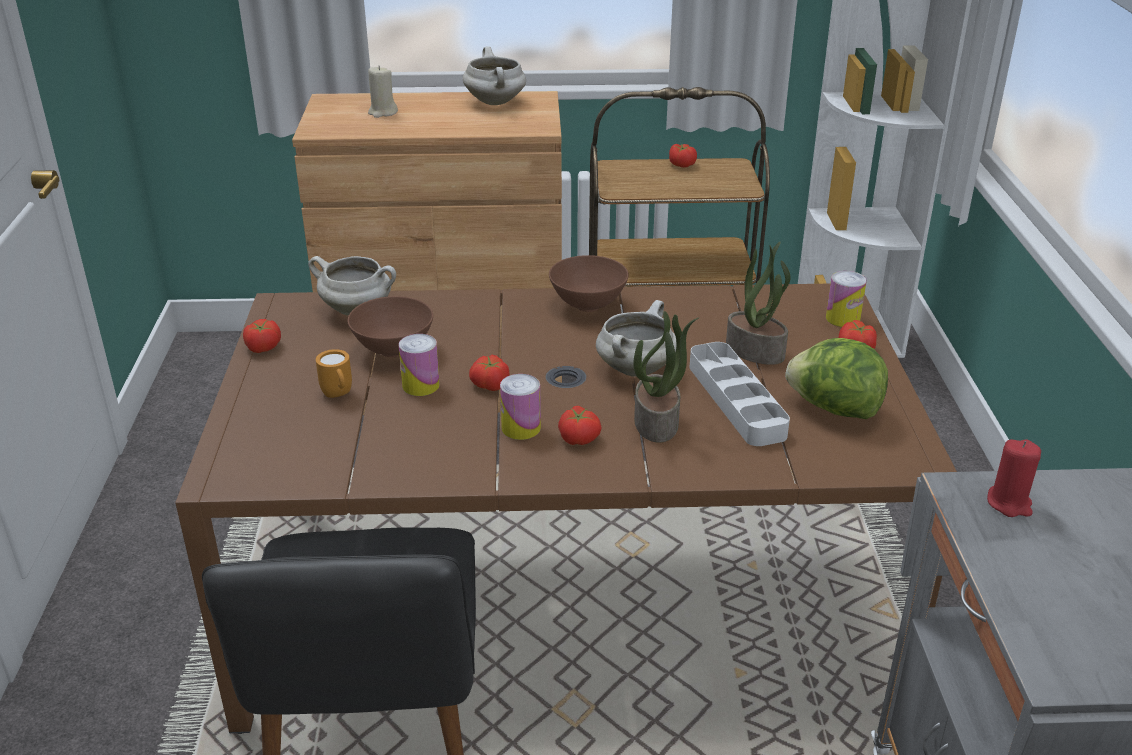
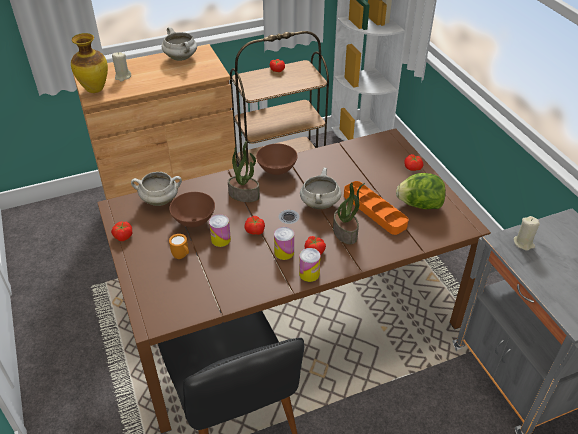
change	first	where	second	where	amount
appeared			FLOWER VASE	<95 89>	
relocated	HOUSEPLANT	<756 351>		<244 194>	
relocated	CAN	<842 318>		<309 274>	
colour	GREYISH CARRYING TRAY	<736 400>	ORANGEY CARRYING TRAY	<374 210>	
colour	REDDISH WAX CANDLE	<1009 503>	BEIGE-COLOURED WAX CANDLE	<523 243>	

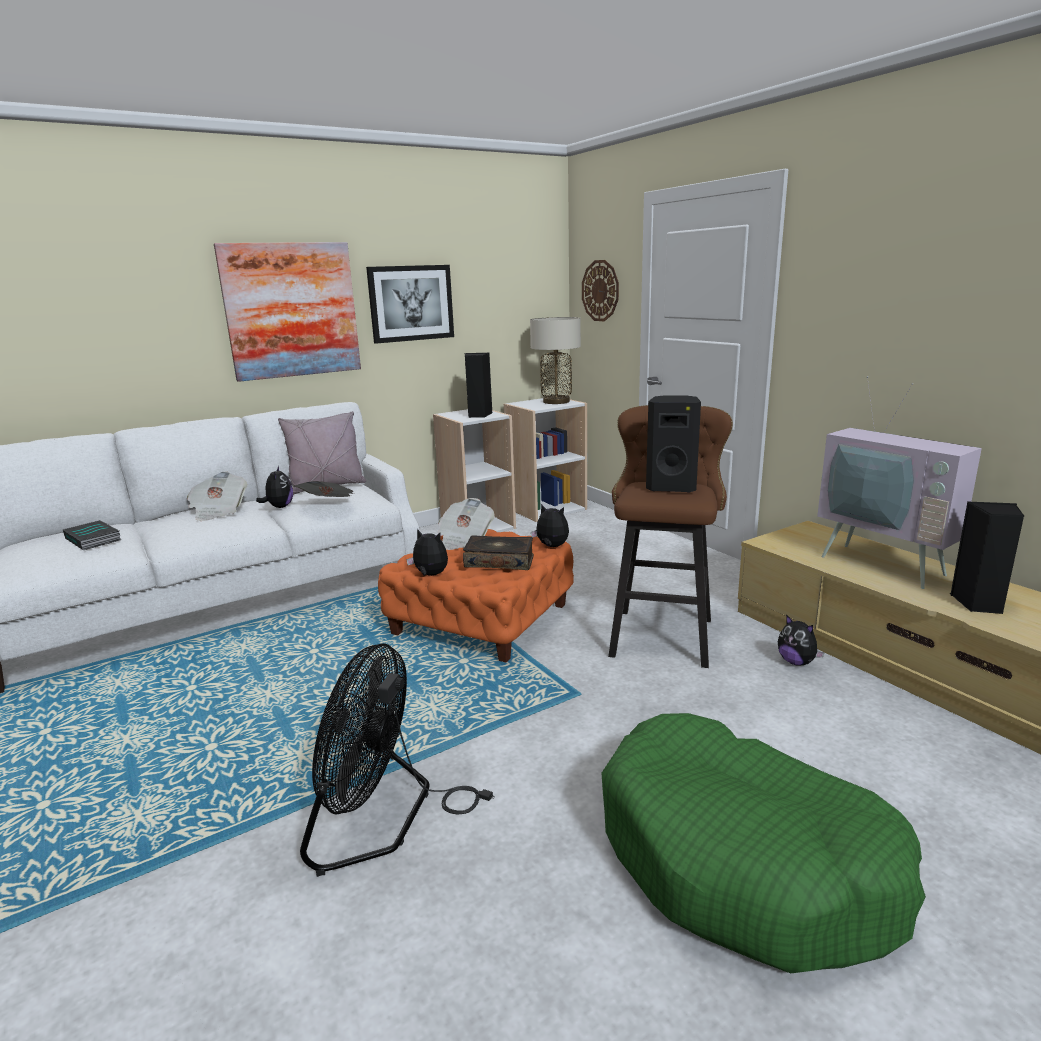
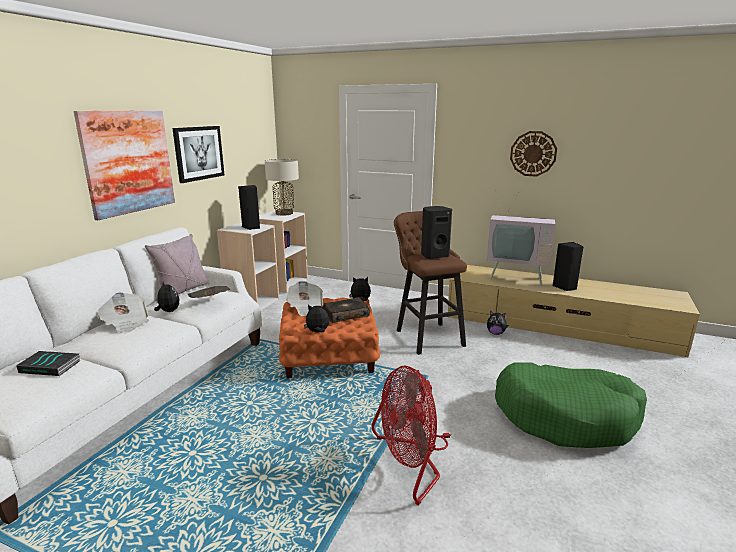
change	first	where	second	where	amount
relocated	HANGING CLOCK	<600 290>		<533 153>	
colour	BLACK COOLING FAN	<393 810>	REDDISH COOLING FAN	<412 461>	

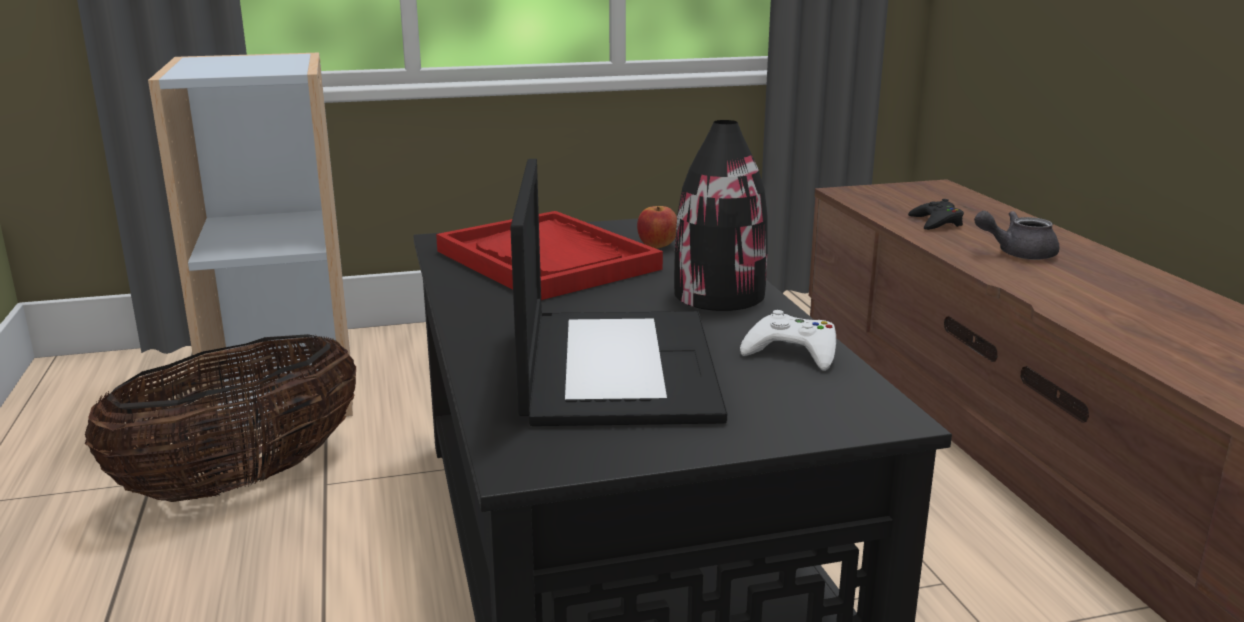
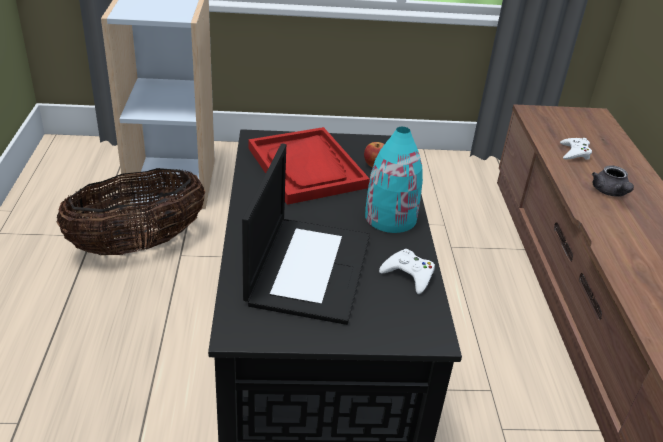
change	first	where	second	where	amount
colour	BLACK FLOWER VASE	<719 295>	TURQUOISE FLOWER VASE	<391 217>	
colour	BLACK GAMEPAD	<936 222>	WHITE-COLOURED GAMEPAD	<574 153>	
spun	GREYISH TEAPOT	<1017 253>		<610 192>	105 degrees counterclockwise

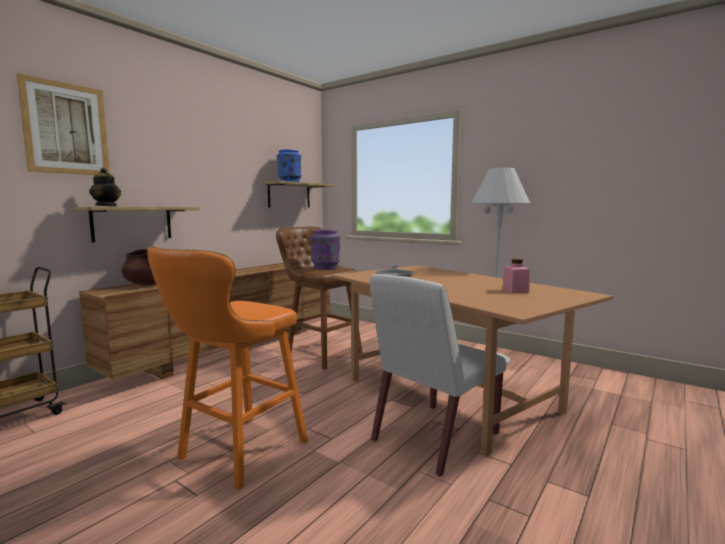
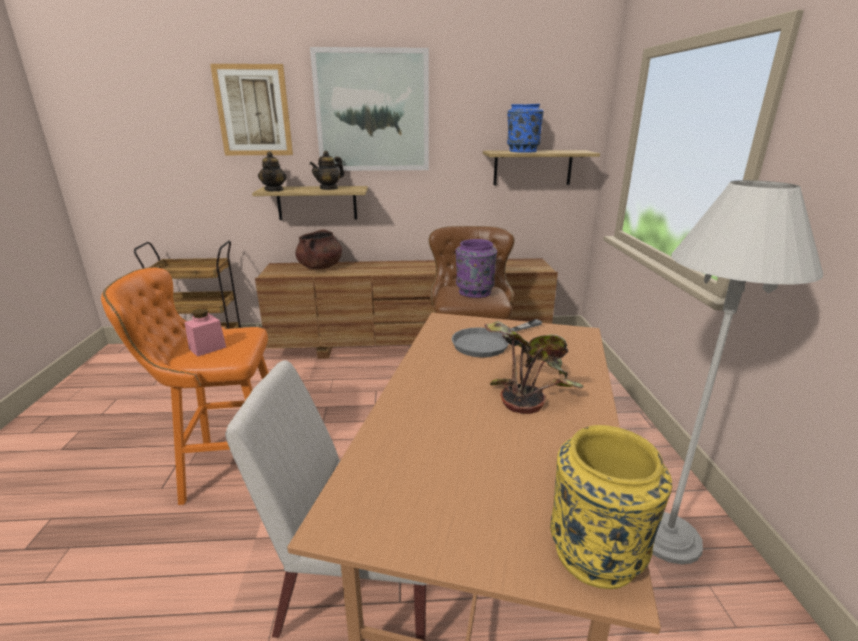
change	first	where	second	where	amount
appeared			WALL ART	<372 111>	
appeared			TEAPOT	<329 188>	
appeared			HOUSEPLANT	<526 387>	
appeared			YELLOWISH FLOWER VASE	<595 551>	
relocated	PINK-COLOURED PRESERVE JAR	<515 290>		<207 348>	

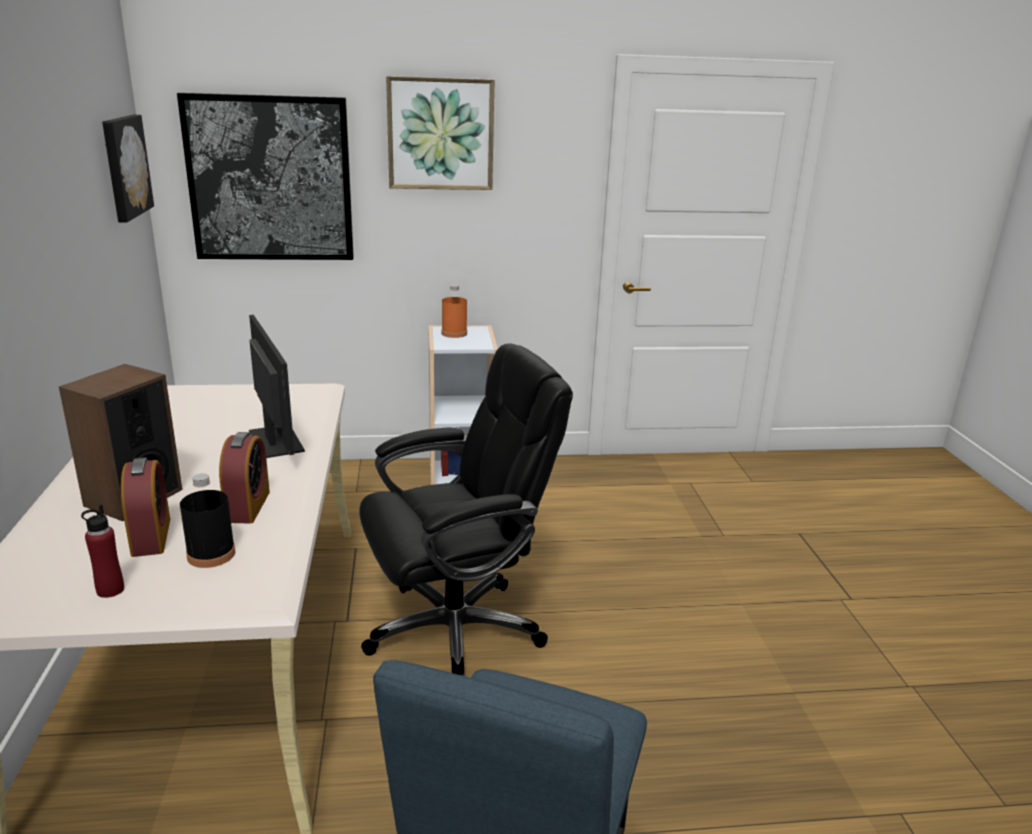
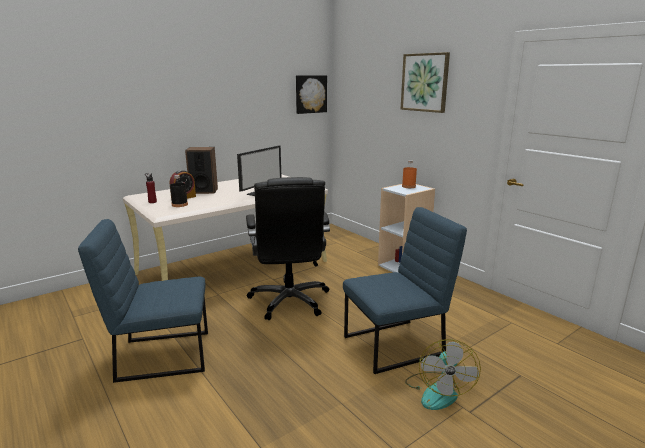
change	first	where	second	where	amount
missing	WALL ART	<270 179>			
missing	ALARM CLOCK	<248 506>			
appeared			BLUE UPRIGHT CHAIR	<396 345>	
appeared			COOLING FAN	<438 391>	
spun	BLACK DESK CHAIR	<455 631>		<289 300>	45 degrees clockwise

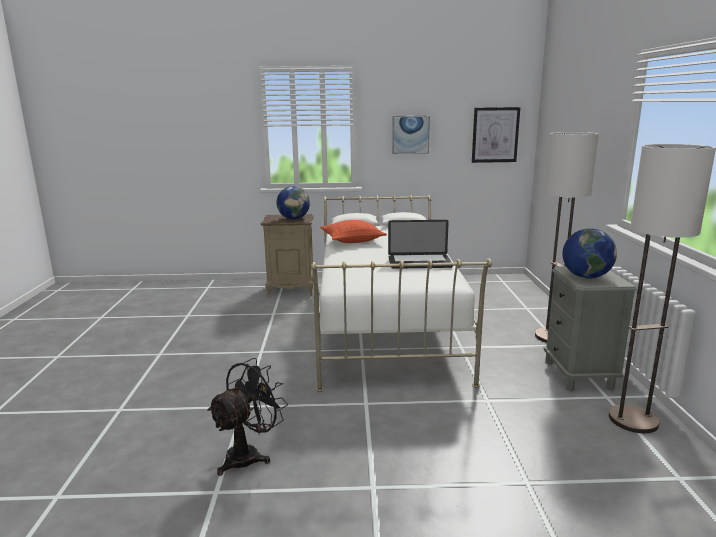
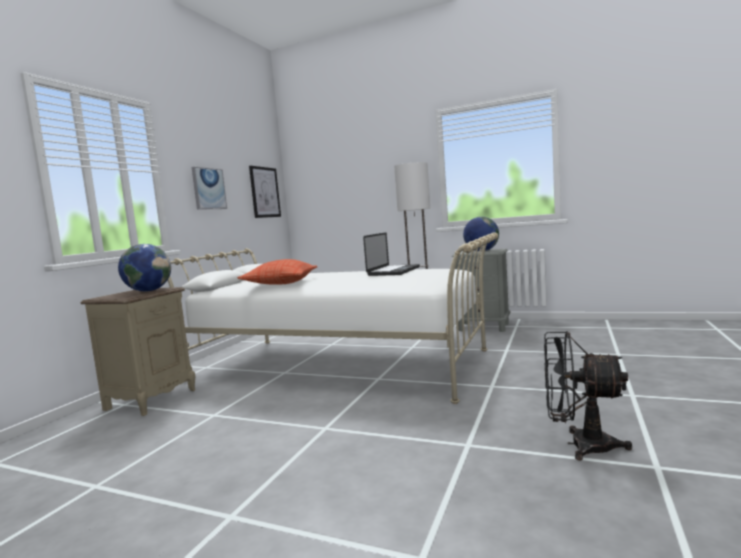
change	first	where	second	where	amount
missing	STANDING LAMP	<633 420>			
spun	BLACK COOLING FAN	<249 455>		<580 445>	45 degrees counterclockwise

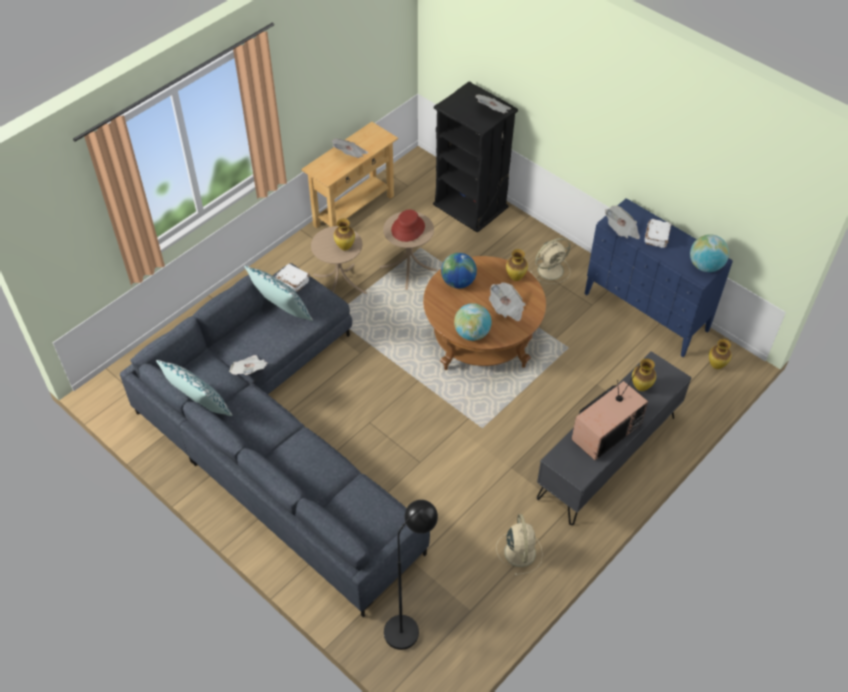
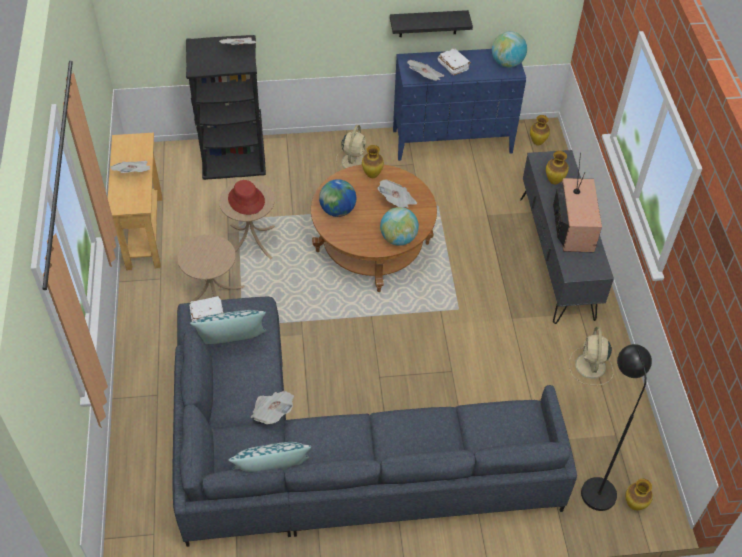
change	first	where	second	where	amount
appeared			BLACK SHELF	<428 23>	
relocated	FLOWER VASE	<345 247>		<634 505>	
spun	BEIGE-COLOURED COOLING FAN	<519 551>		<590 367>	120 degrees counterclockwise

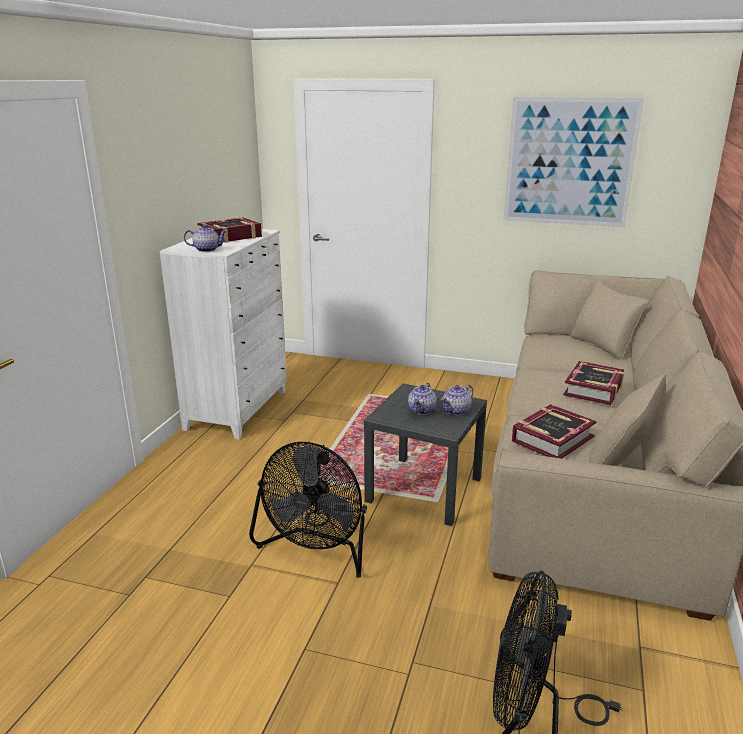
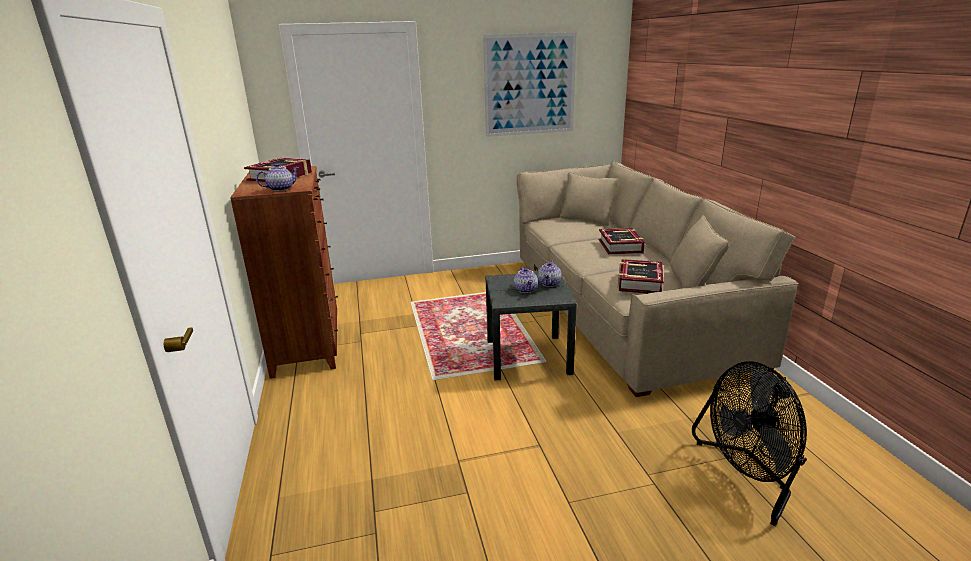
change	first	where	second	where	amount
missing	BLACK COOLING FAN	<314 546>			
colour	WHITE-COLOURED CHEST OF DRAWERS	<240 409>	BROWN CHEST OF DRAWERS	<309 345>	

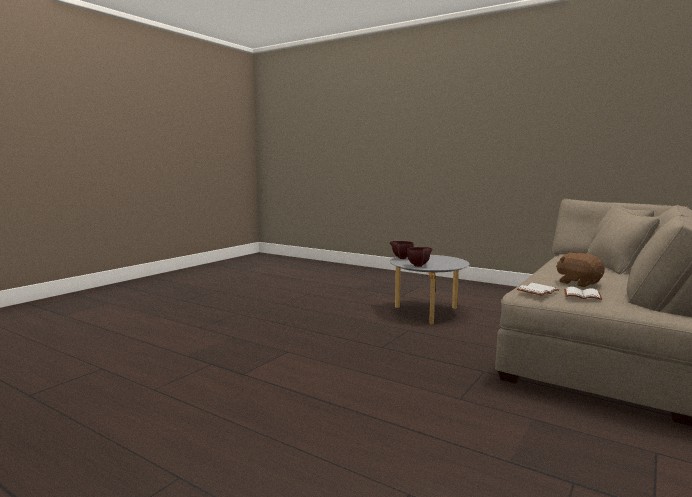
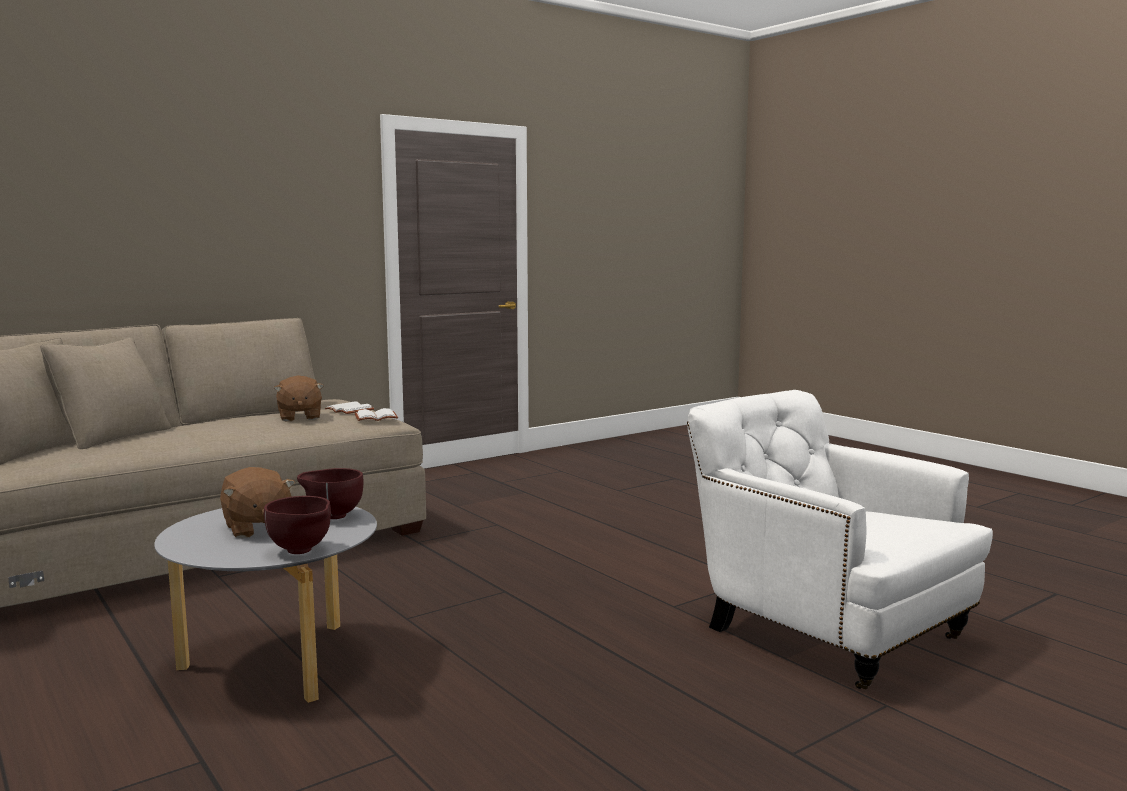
change	first	where	second	where	amount
appeared			BROWN CUDDLY TOY	<256 528>	
appeared			WHITE-COLOURED ARMCHAIR	<823 630>	

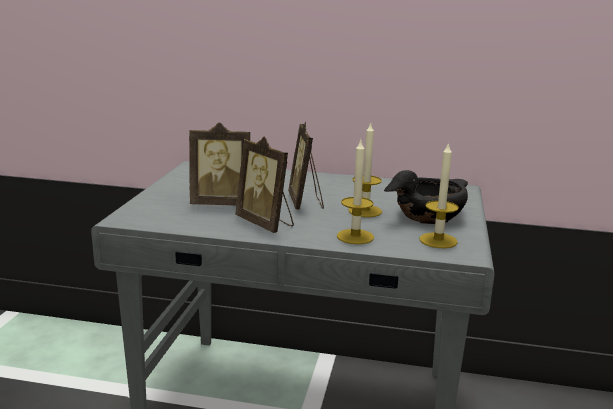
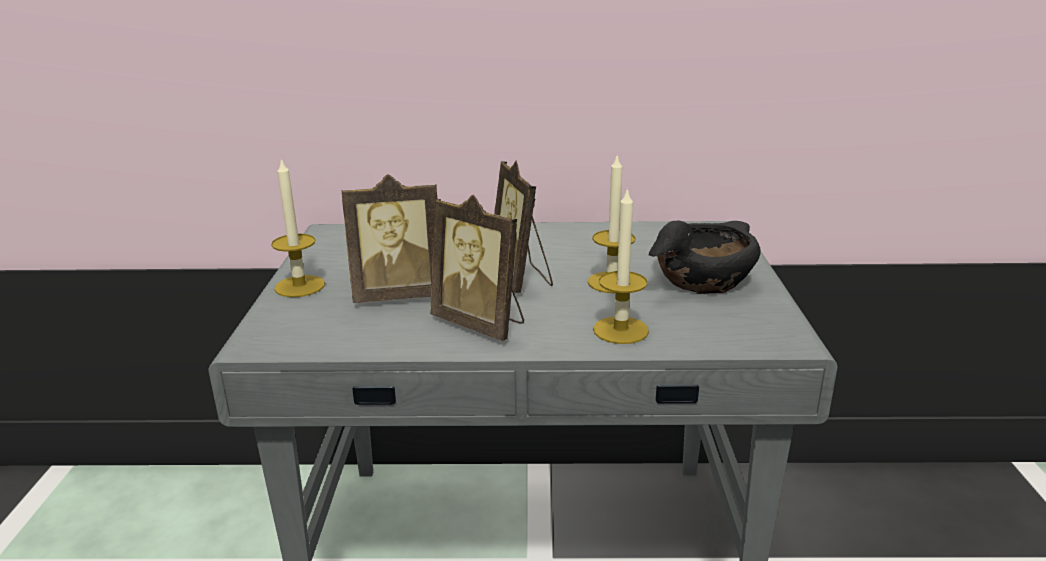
change	first	where	second	where	amount
relocated	WAX CANDLE	<438 240>		<299 286>	

